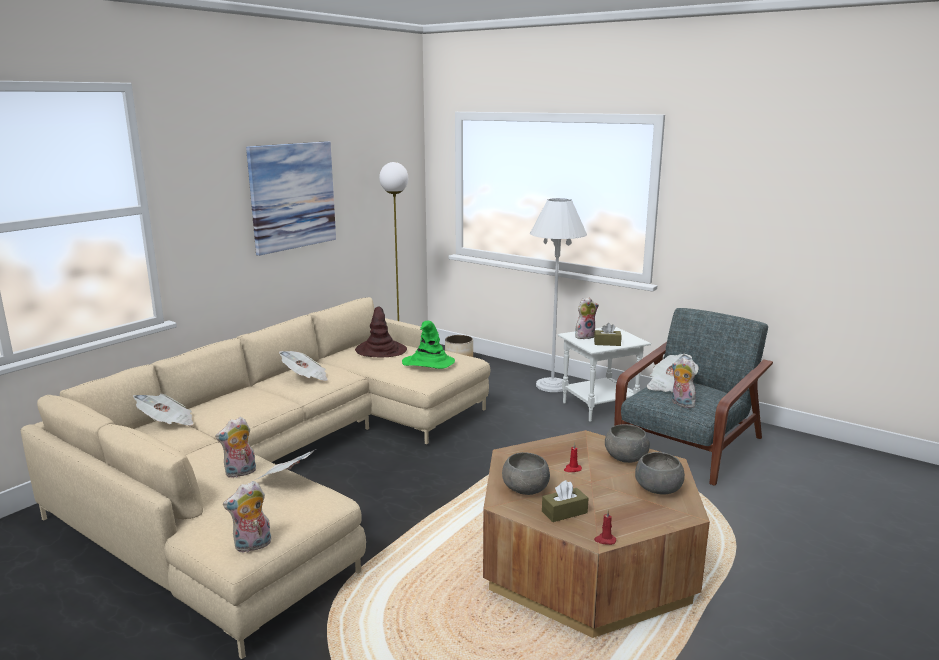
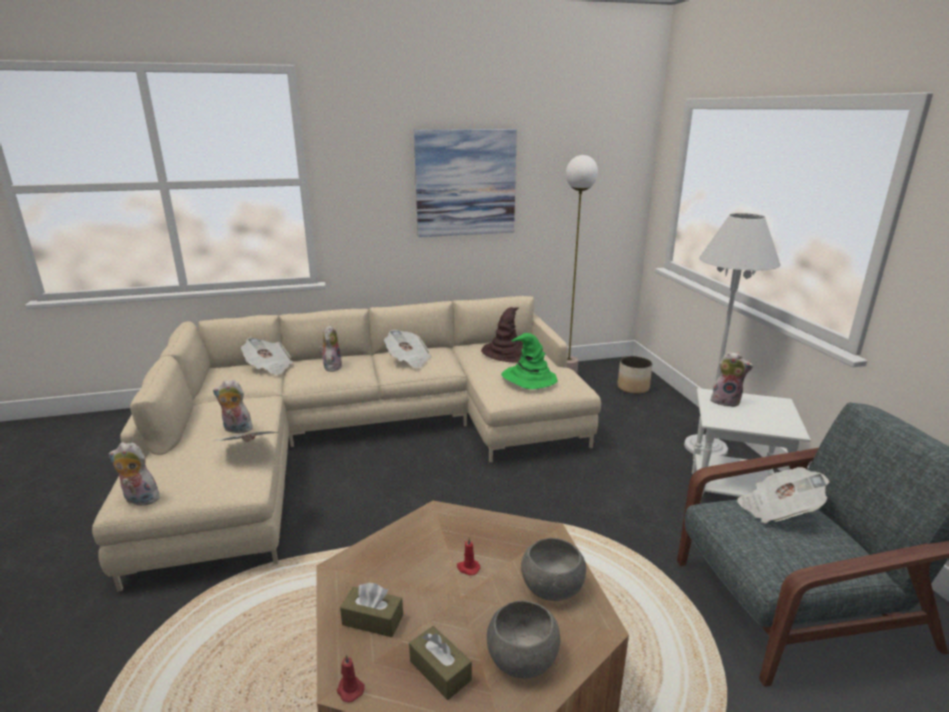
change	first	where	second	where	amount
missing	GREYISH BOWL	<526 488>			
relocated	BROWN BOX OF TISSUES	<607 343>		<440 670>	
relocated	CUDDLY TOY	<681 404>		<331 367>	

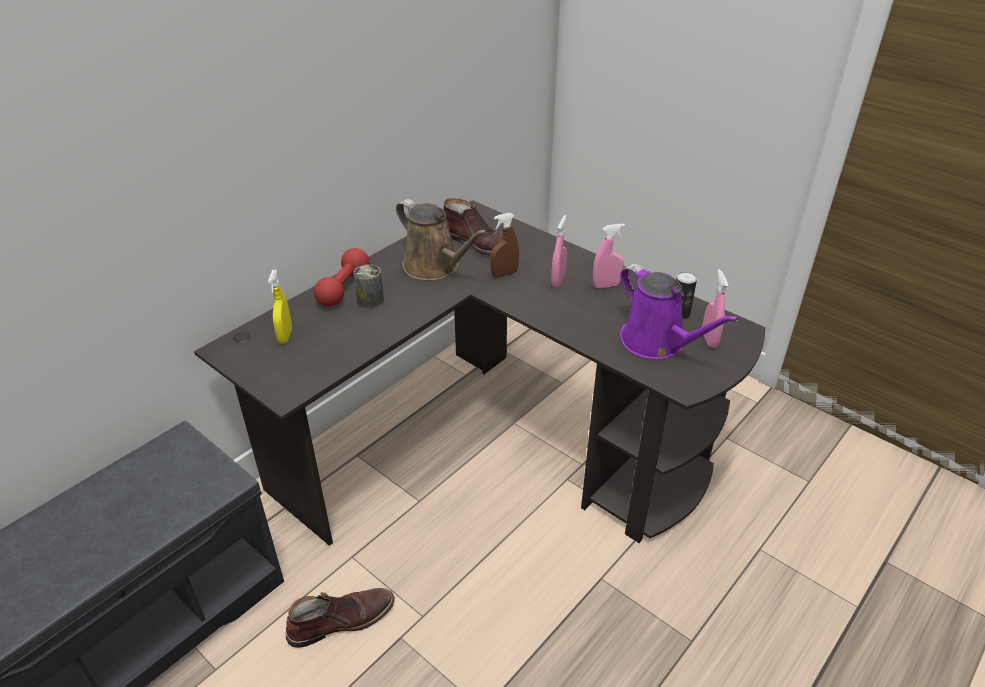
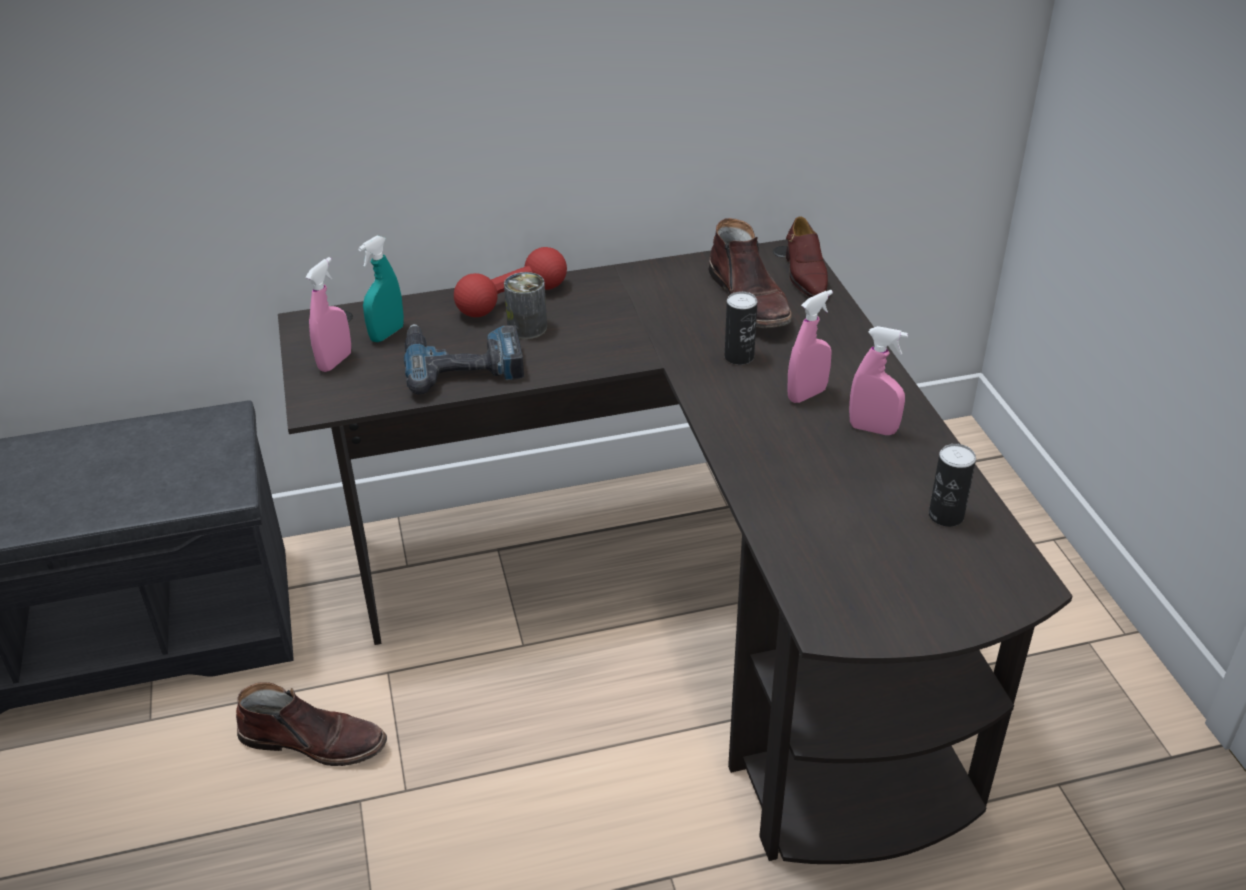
change	first	where	second	where	amount
missing	BROWN WATERING CAN	<435 267>			
missing	PURPLISH WATERING CAN	<657 342>			
appeared			DRILL	<463 363>	
appeared			BROWN ITEM OF FOOTWEAR	<804 275>	
relocated	PINK-COLOURED SPRAY BOTTLE	<709 339>		<335 362>	
exchanged	BROWN SPRAY BOTTLE	<504 274>	CAN	<739 357>	
colour	YELLOWISH SPRAY BOTTLE	<285 336>	TURQUOISE SPRAY BOTTLE	<387 334>	

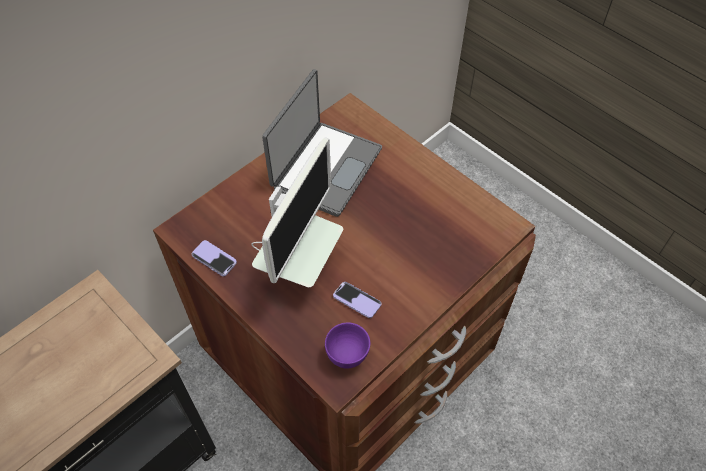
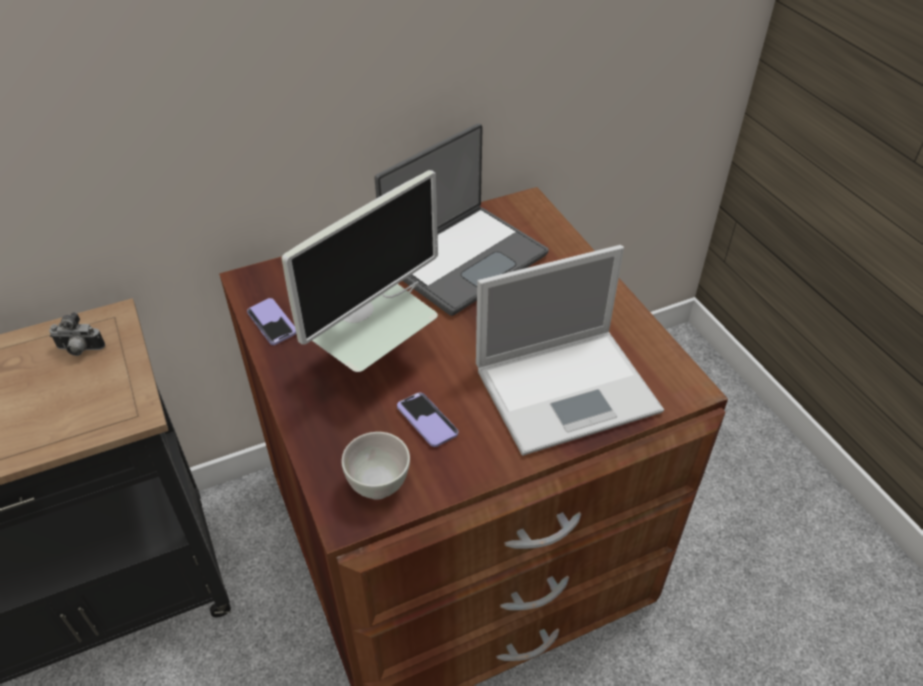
change	first	where	second	where	amount
appeared			PHOTO CAMERA	<79 350>	
appeared			LAPTOP	<569 388>	
colour	PURPLISH BOWL	<347 356>	WHITE-COLOURED BOWL	<379 486>	

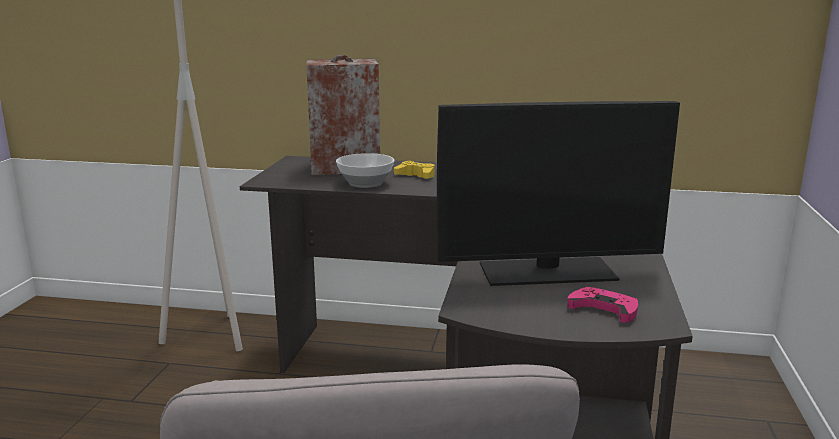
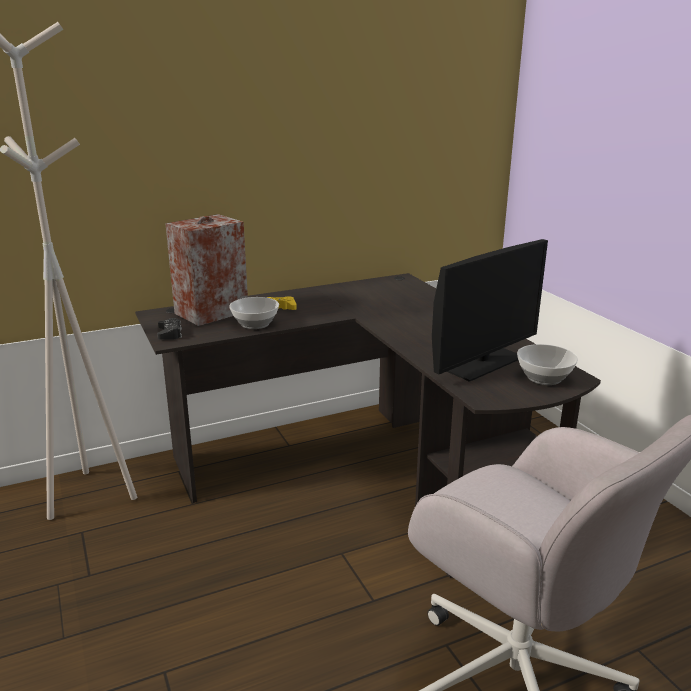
change	first	where	second	where	amount
appeared			BLACK GAMEPAD	<170 333>	
exchanged	PINK-COLOURED GAMEPAD	<604 309>	BOWL	<544 378>	

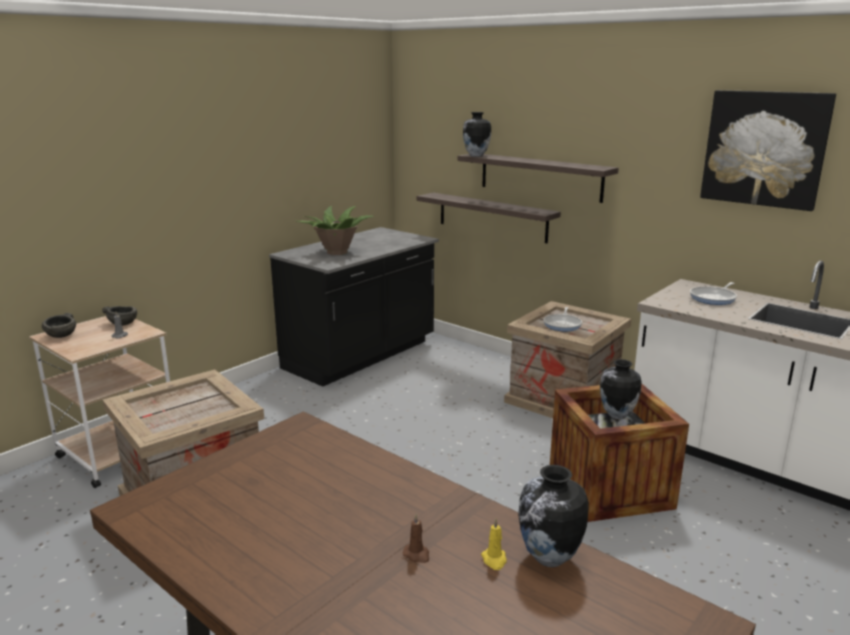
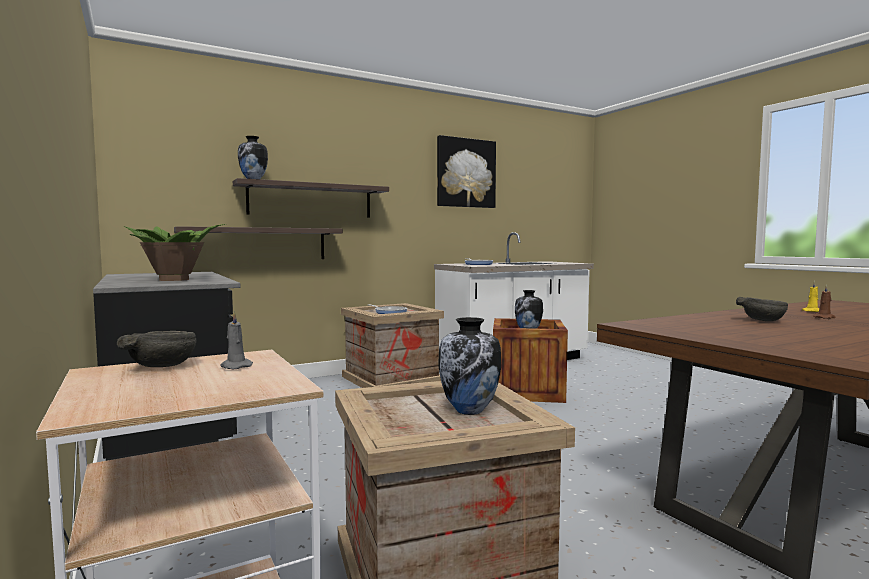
change	first	where	second	where	amount
relocated	GREYISH BOWL	<62 335>		<763 320>	
relocated	FLOWER VASE	<549 558>		<470 410>	

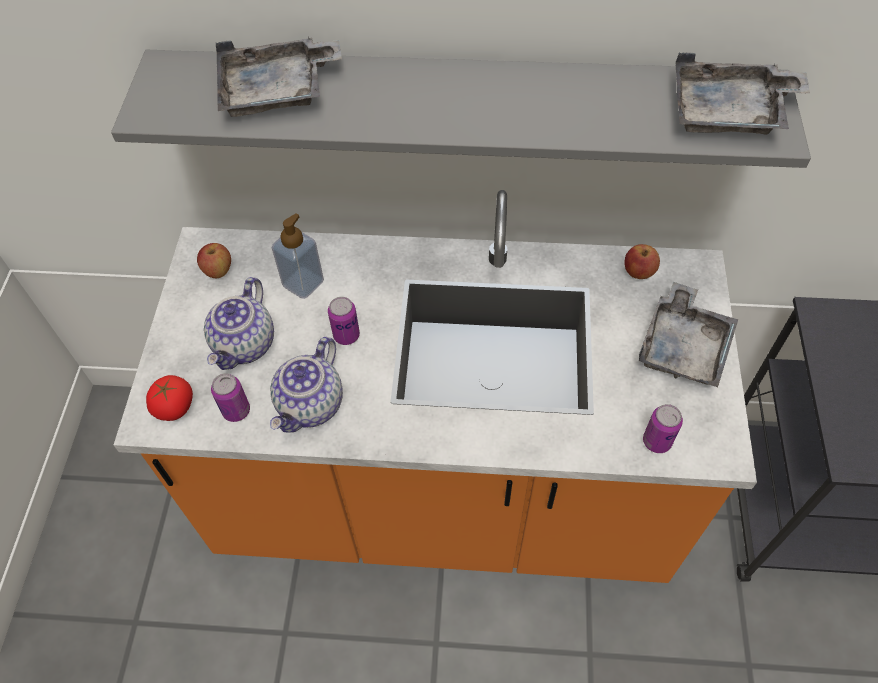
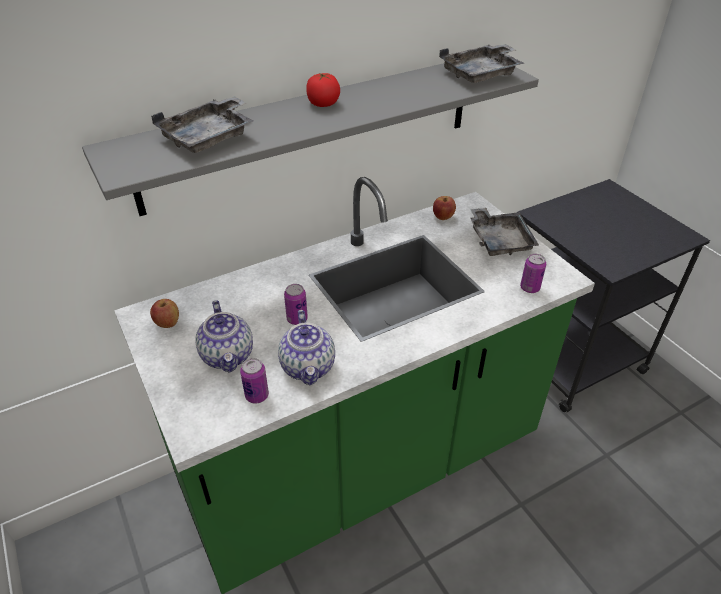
change	first	where	second	where	amount
missing	LIQUID SOAP BOTTLE	<303 283>			
relocated	FRESH TOMATO	<175 407>		<323 104>	
colour	ORANGEY KITCHEN BASE UNIT	<443 497>	GREENISH KITCHEN BASE UNIT	<360 465>	

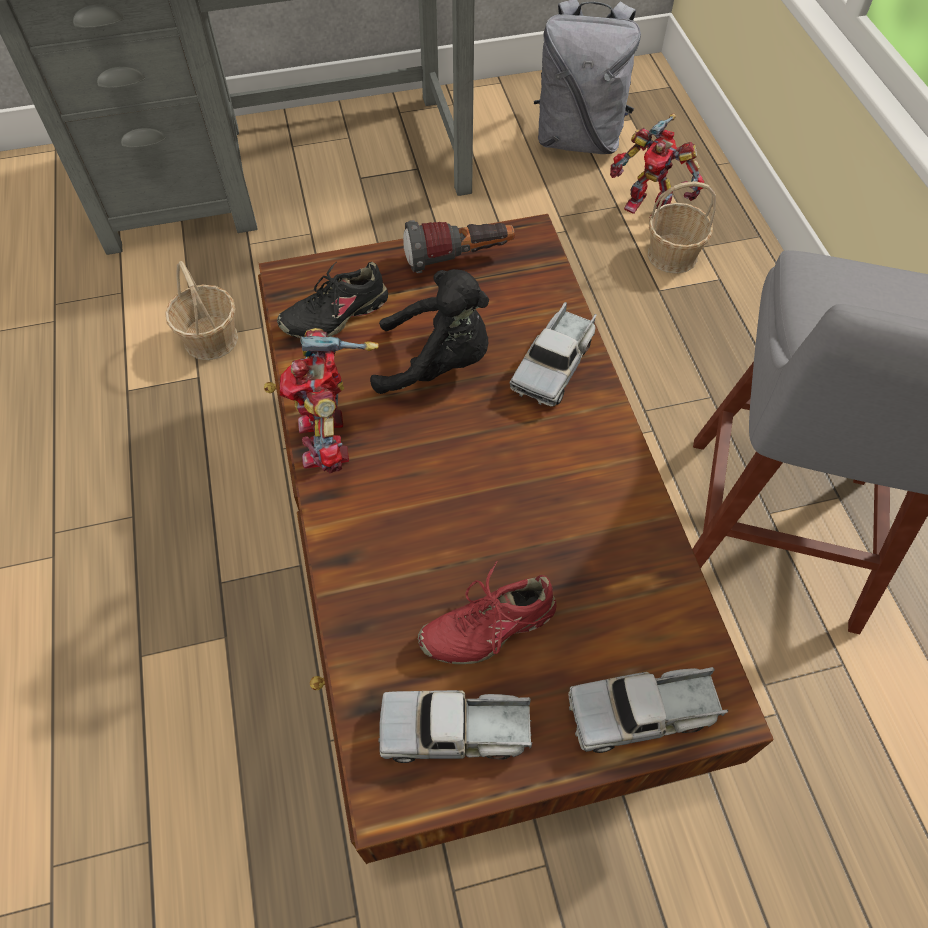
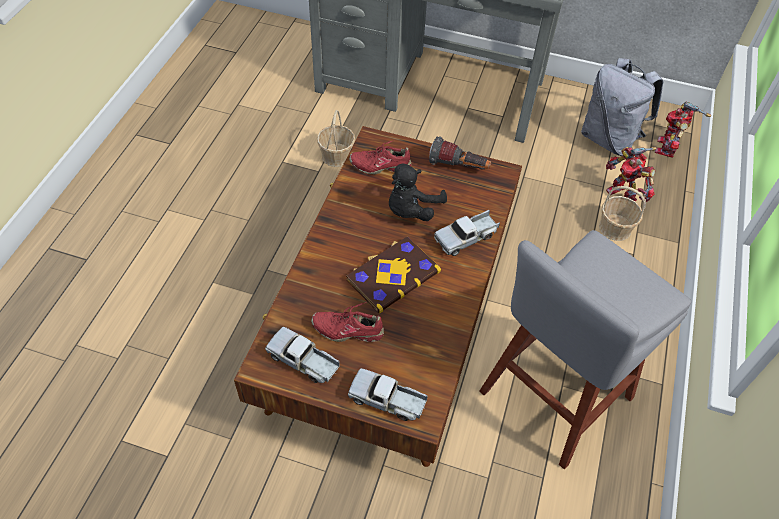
change	first	where	second	where	amount
appeared			BOOK	<392 275>	
relocated	MODEL ROBOT	<329 439>		<668 148>	
colour	BLACK ITEM OF FOOTWEAR	<335 314>	REDDISH ITEM OF FOOTWEAR	<380 165>	
spun	BLACK CUDDLY TOY	<438 363>		<411 210>	90 degrees clockwise

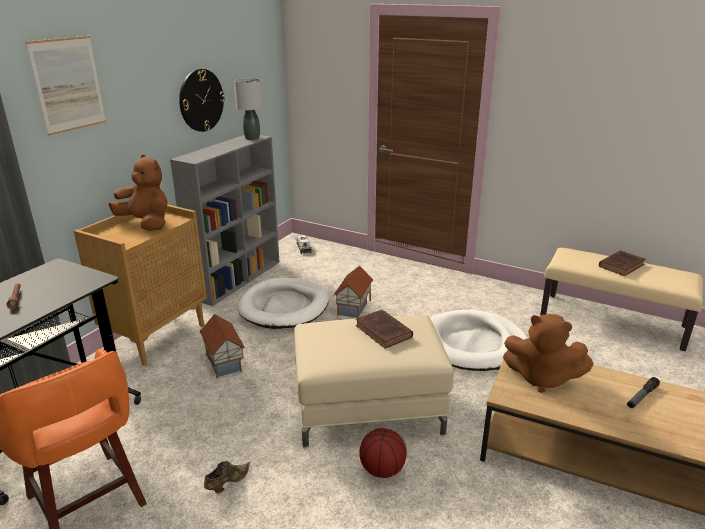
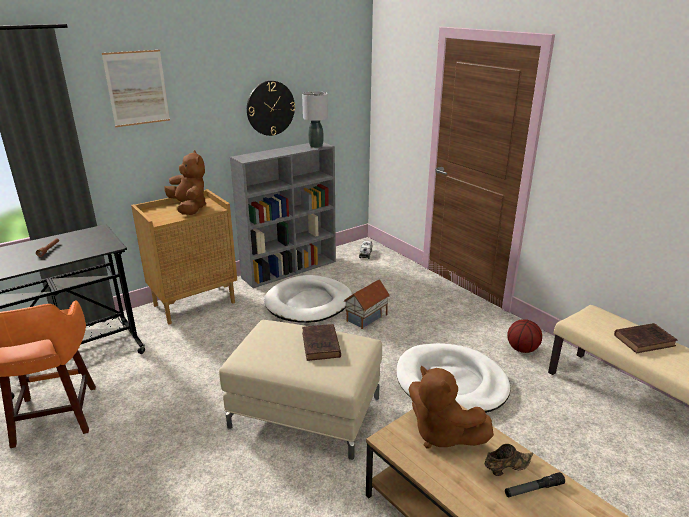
change	first	where	second	where	amount
missing	MODEL HOUSE	<225 362>			
relocated	BROWN ITEM OF FOOTWEAR	<227 483>		<505 468>	
relocated	BASKETBALL BALL	<382 469>		<522 349>	

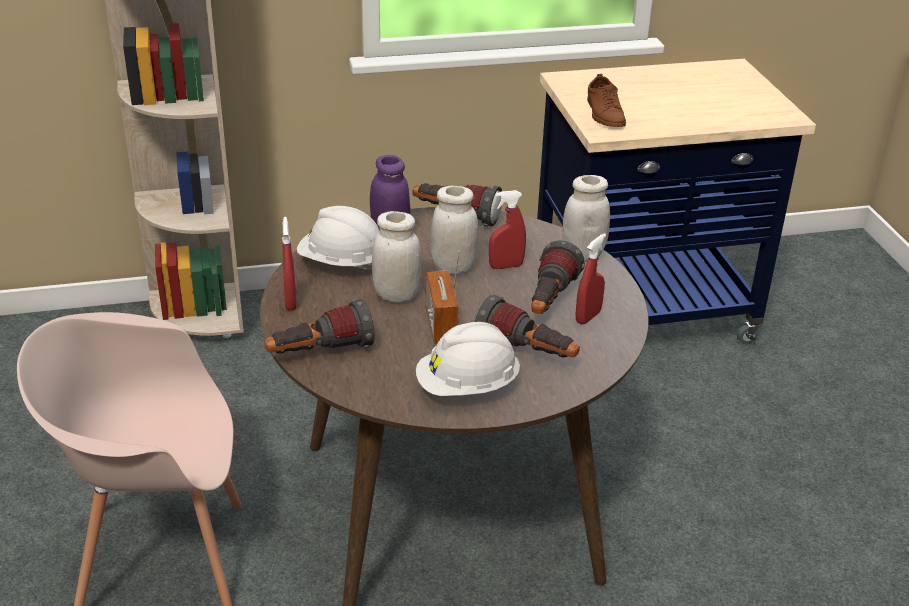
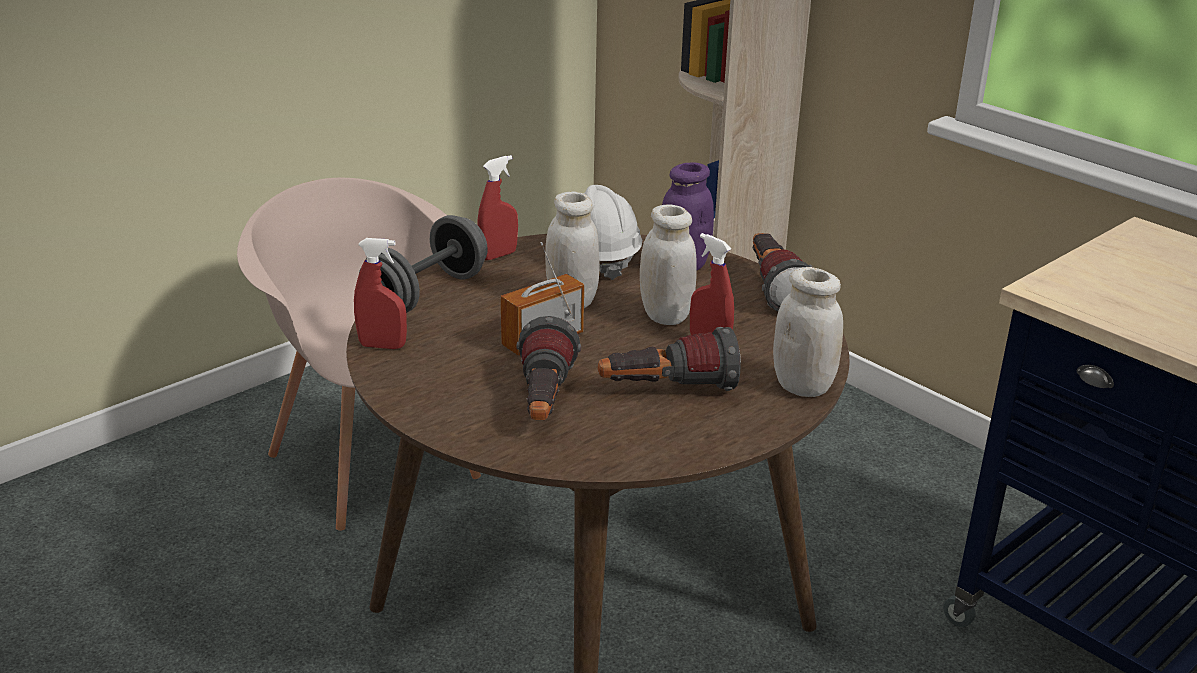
change	first	where	second	where	amount
missing	WHITE-COLOURED WORK HELMET	<467 387>			
missing	BROWN ITEM OF FOOTWEAR	<605 114>			
relocated	REDDISH SPRAY BOTTLE	<588 317>		<382 346>	
exchanged	FLASHLIGHT	<320 353>	GREYISH HAND WEIGHT	<426 294>	

